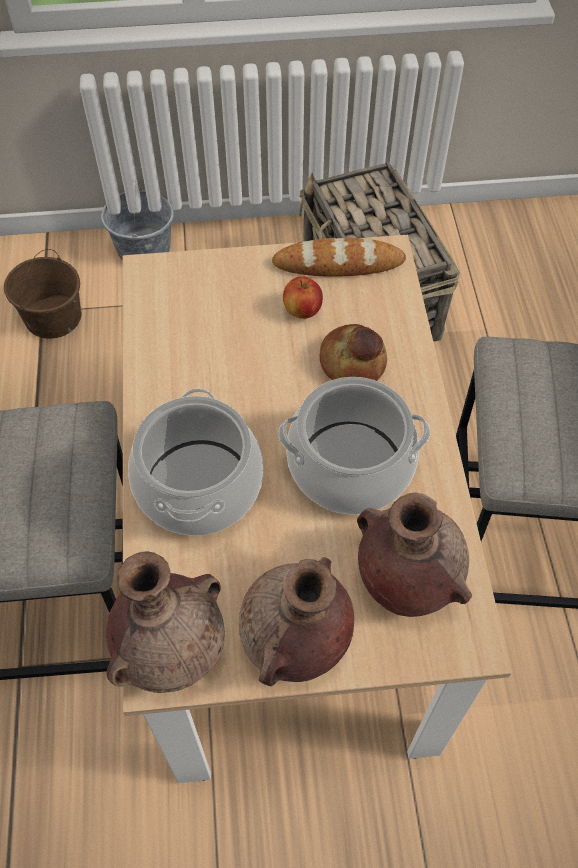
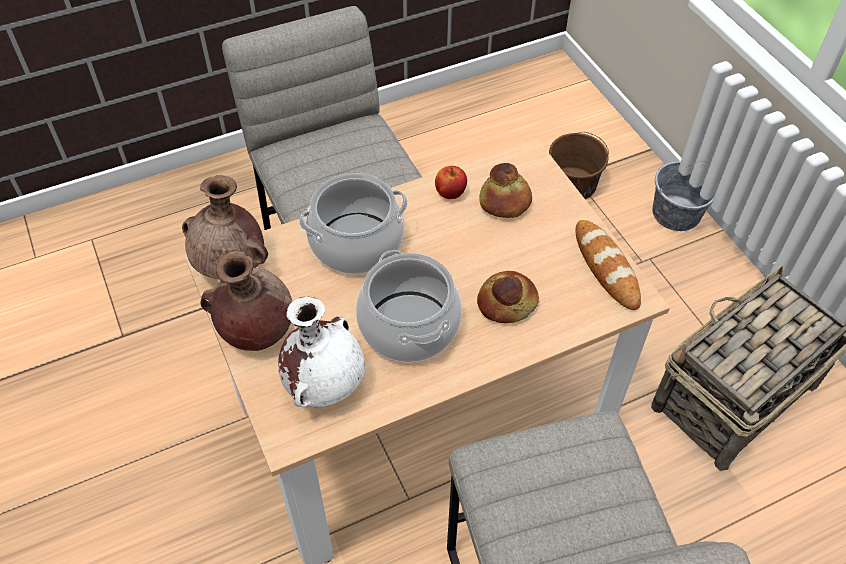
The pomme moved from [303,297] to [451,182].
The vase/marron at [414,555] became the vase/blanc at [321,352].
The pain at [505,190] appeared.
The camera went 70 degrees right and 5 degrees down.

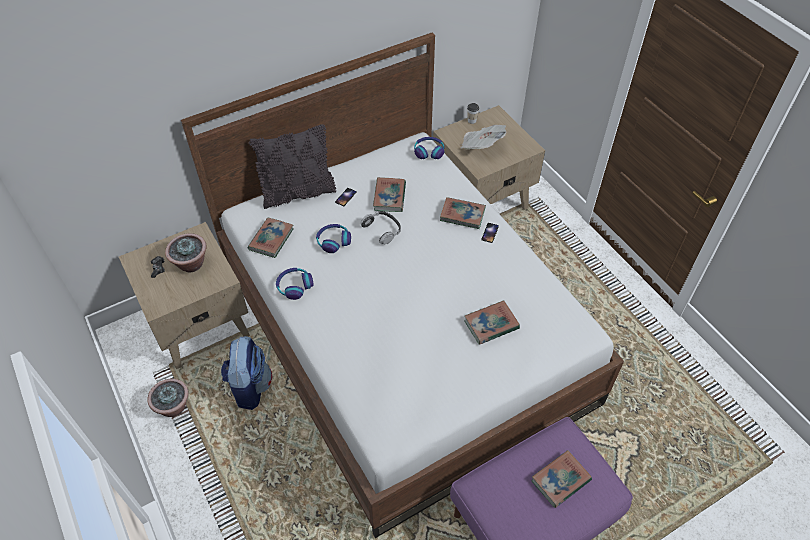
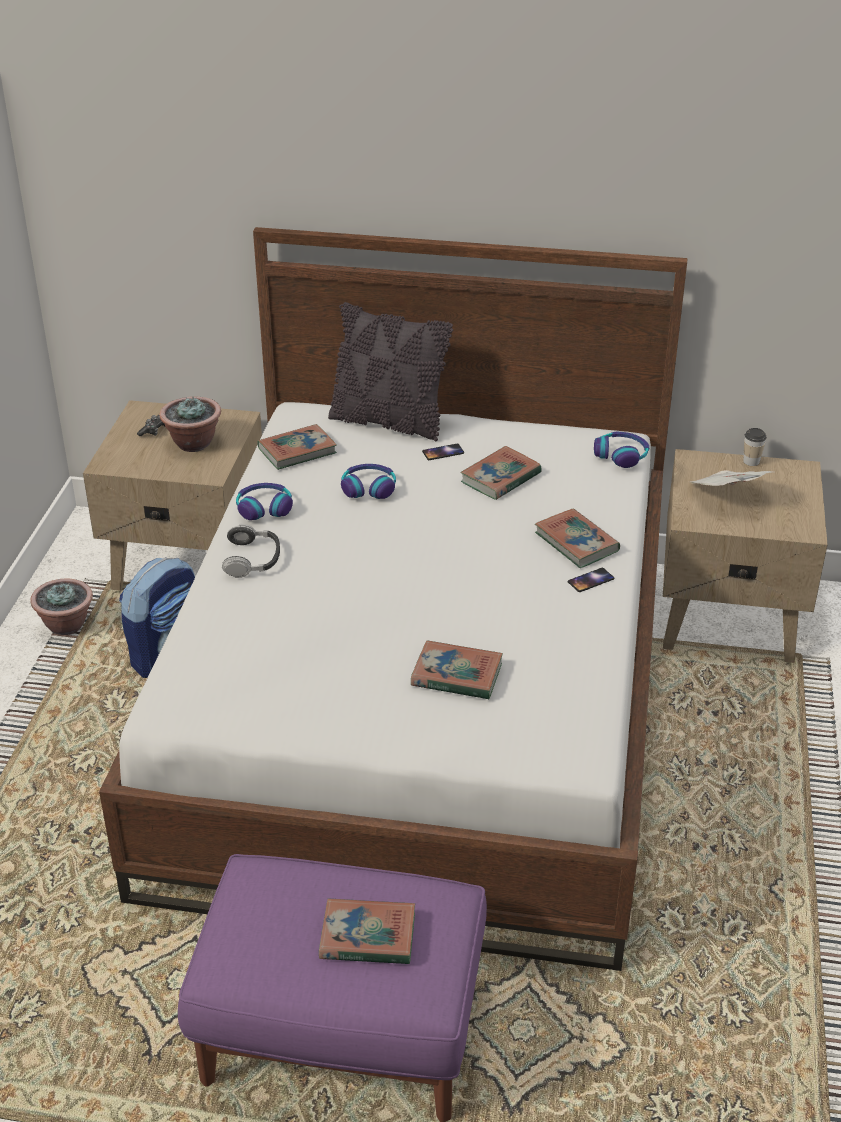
The casque audio moved from [381,227] to [251,551].
The camera went 40 degrees right and 15 degrees down.

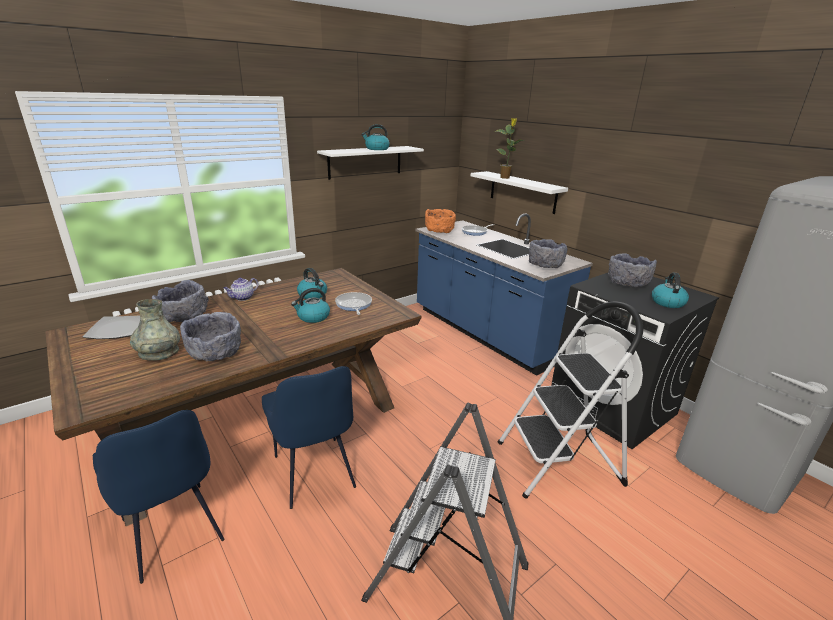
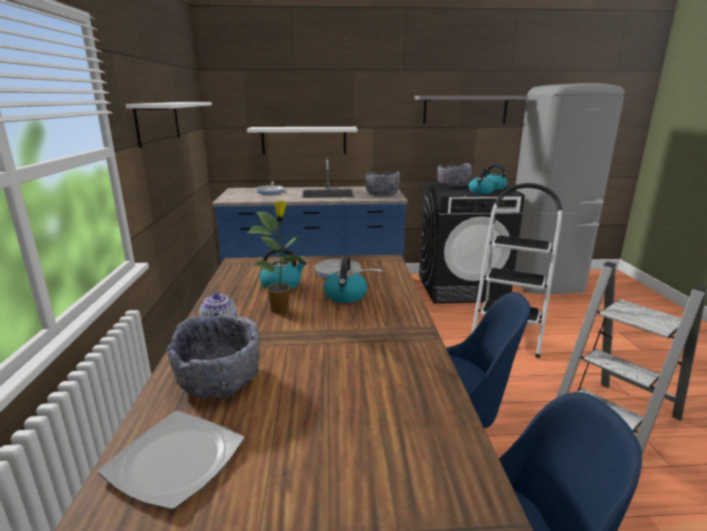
The vase/gris at [155,330] disappeared.
The bol/gris at [210,336] disappeared.
The bouilloire moved from [375,137] to [482,181].
The bol/orange at [440,221] disappeared.
The plante en pot moved from [510,148] to [275,257].
The étagère/gris at [471,110] appeared.
The camera went 55 degrees left and 5 degrees down.

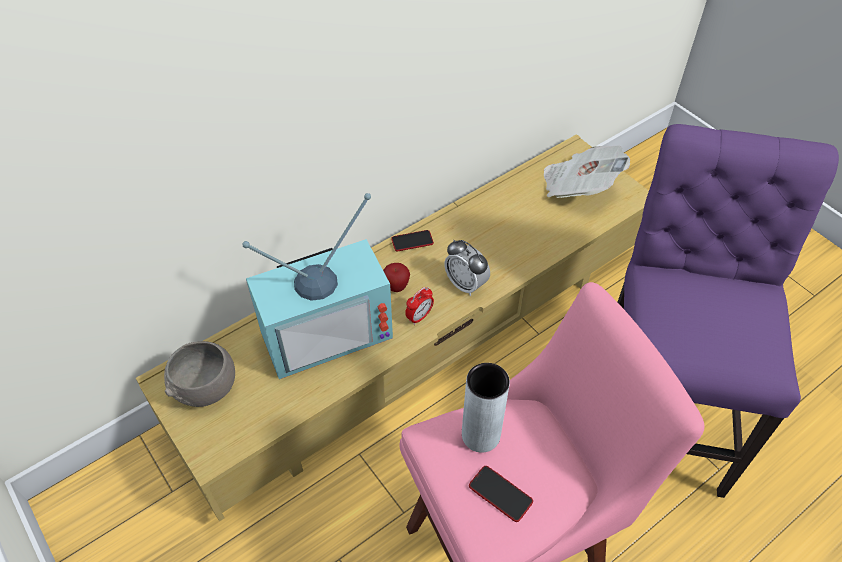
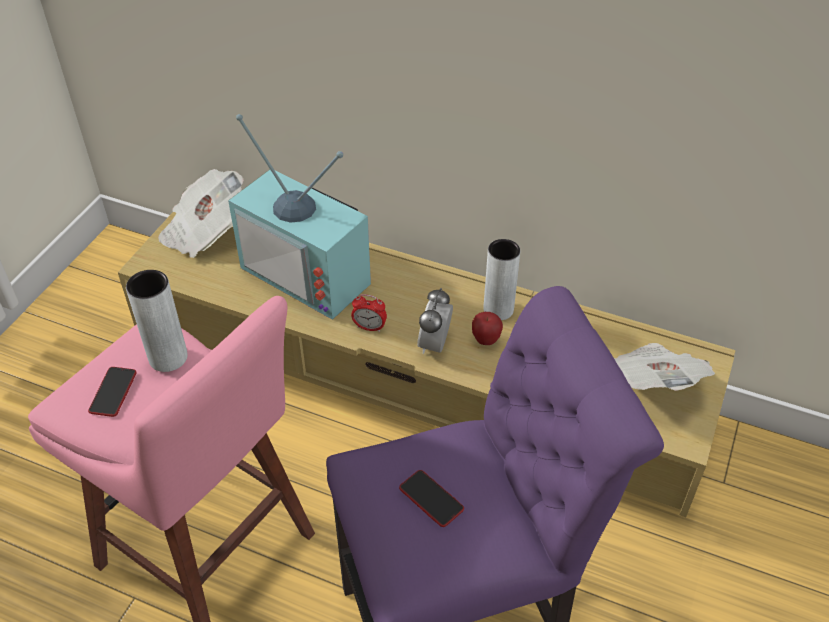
The bol/gris at [199,374] was replaced by the journal at [201,213].
The pomme moved from [396,277] to [487,328].
The téléphone moved from [412,240] to [431,498].
The vase/gris at [502,279] appeared.
The camera went 60 degrees right and 5 degrees down.

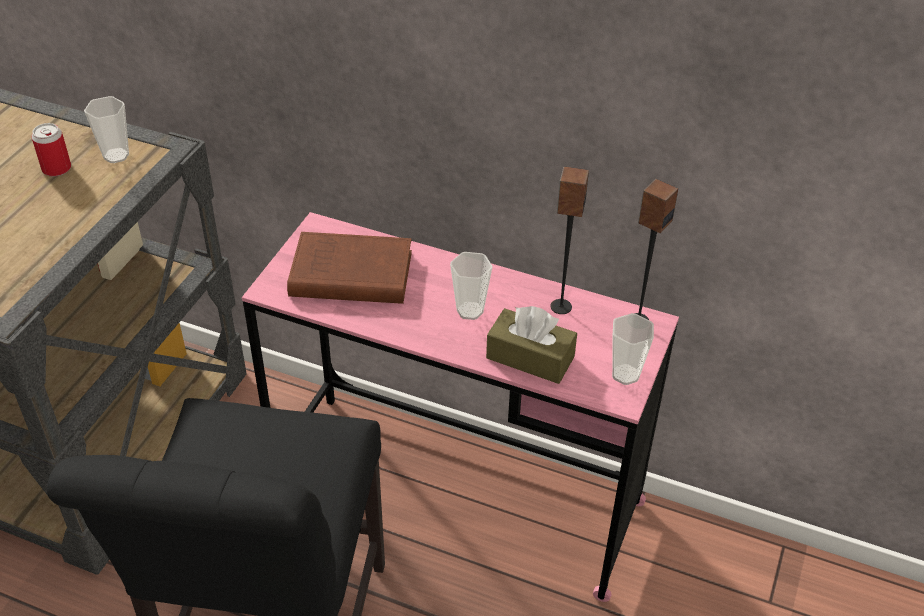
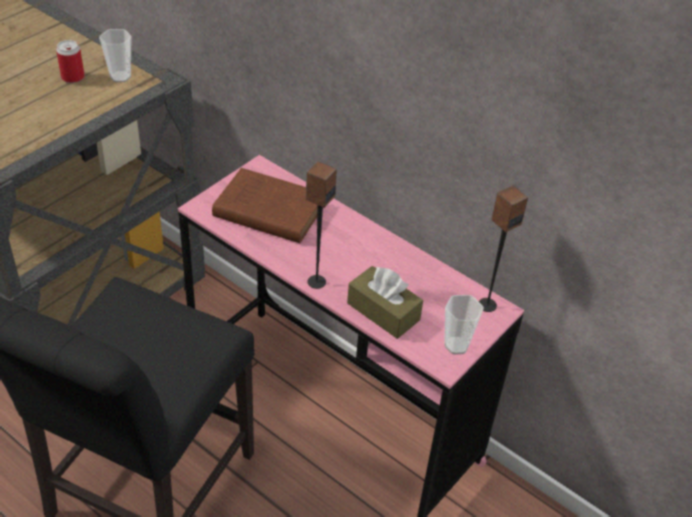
The tasse at [471,286] disappeared.
The enceinte moved from [569,240] to [321,225].
The camera went 15 degrees right and 0 degrees up.

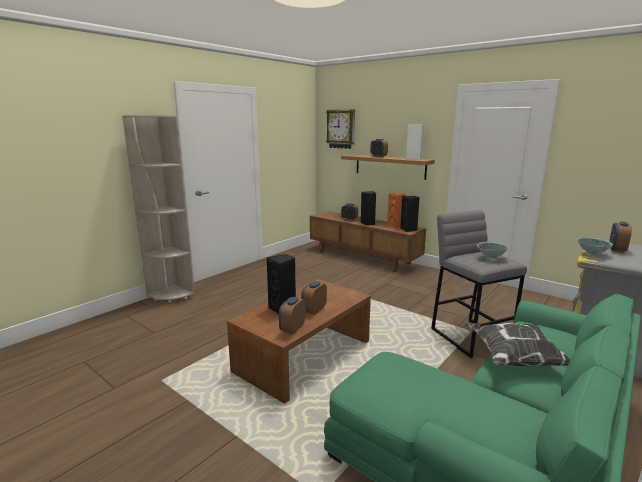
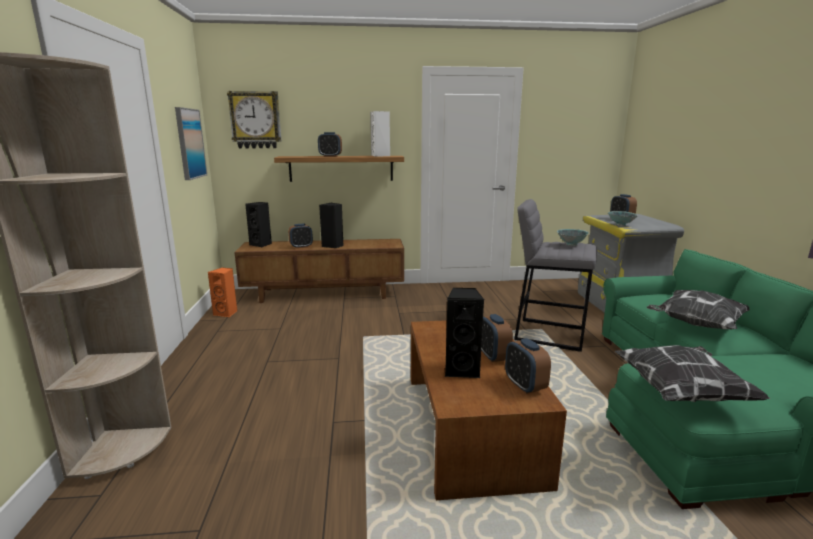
The enceinte/orange moved from [396,210] to [222,292].
The enceinte/noir moved from [410,214] to [258,225].
The tableau at [191,143] appeared.
The coussin at [692,373] appeared.
The camera went 45 degrees left and 0 degrees up.

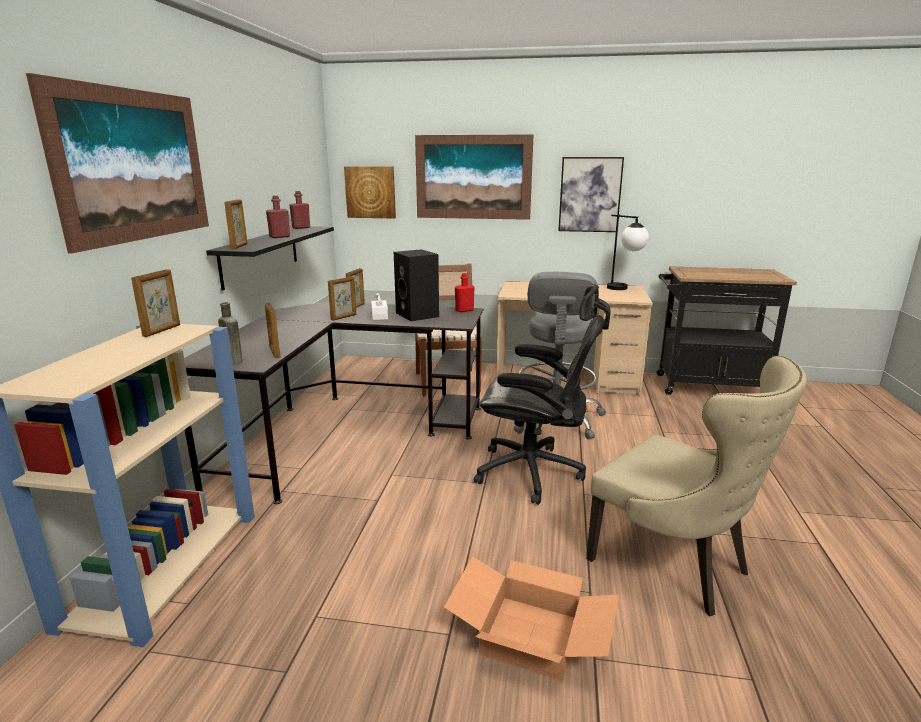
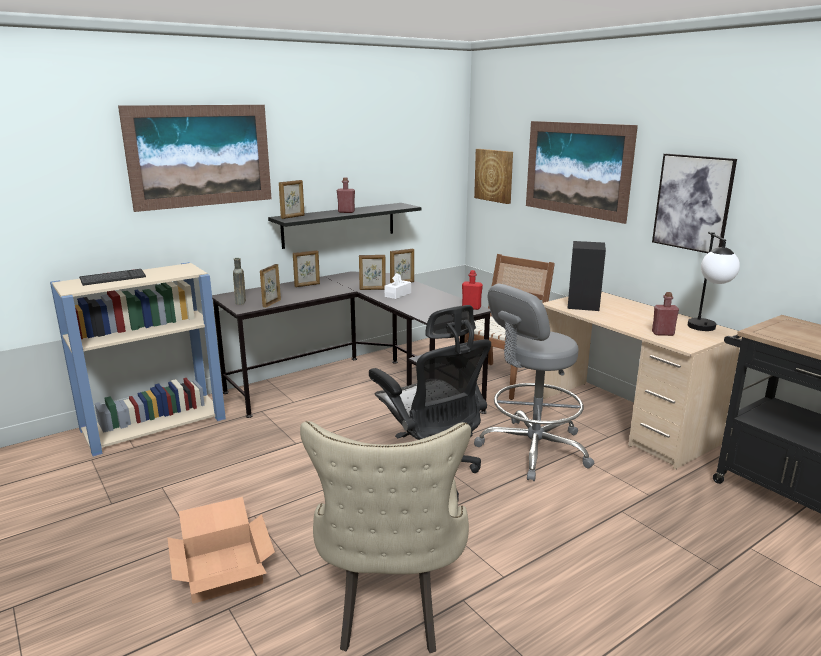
The cadre photo moved from [155,303] to [306,268].
The bouteille/rouge moved from [299,210] to [665,314].
The enceinte/noir moved from [416,285] to [586,276].
The clavier at [112,277] appeared.
The camera went 45 degrees right and 0 degrees up.

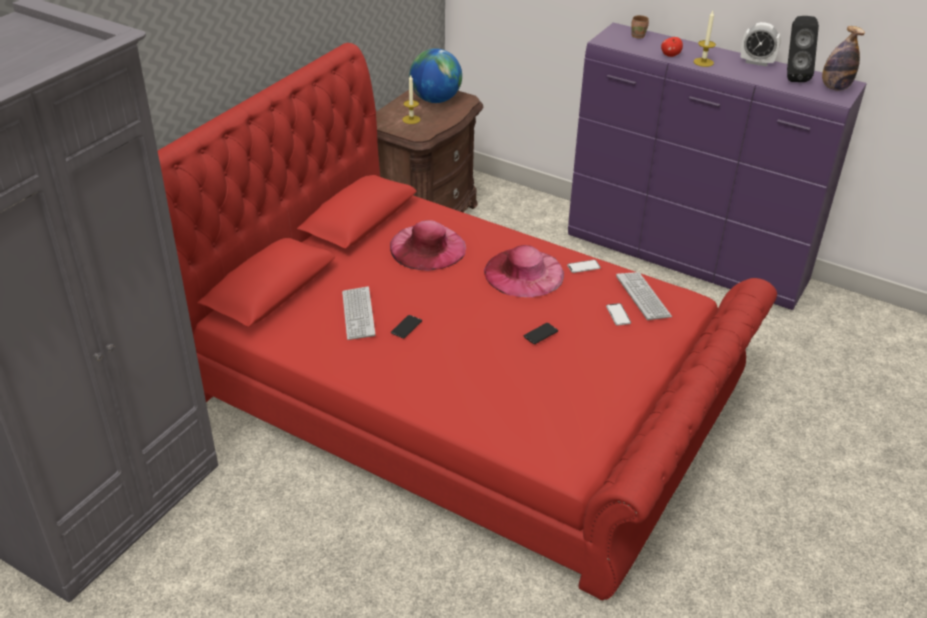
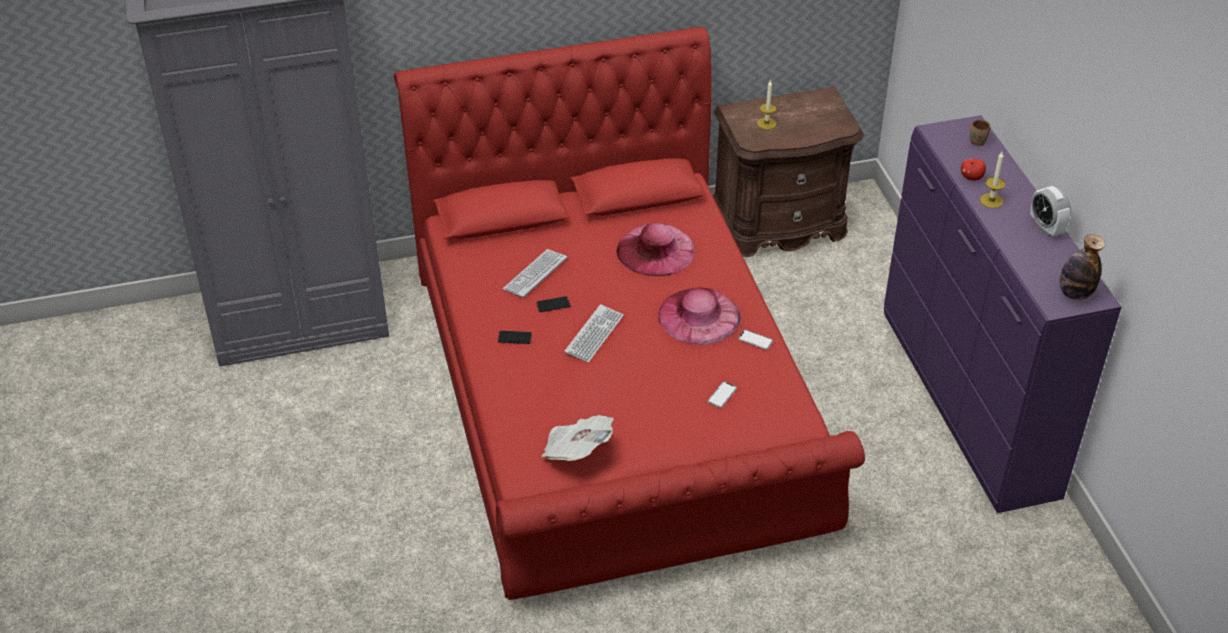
The globe at [435,75] disappeared.
The téléphone moved from [540,333] to [515,337].
The clavier moved from [644,296] to [594,333].
The enceinte/noir at [803,49] disappeared.
The journal at [577,438] appeared.
The camera went 45 degrees right and 5 degrees up.

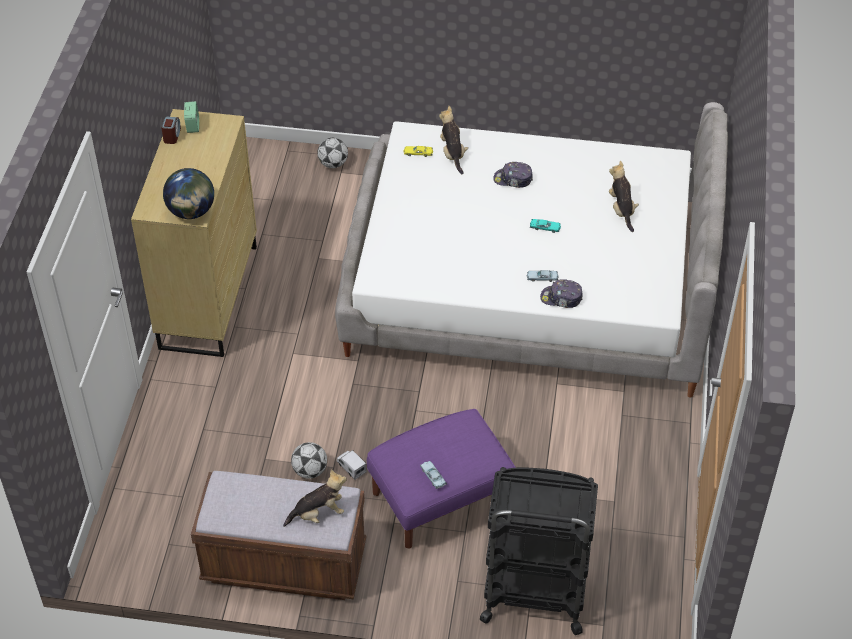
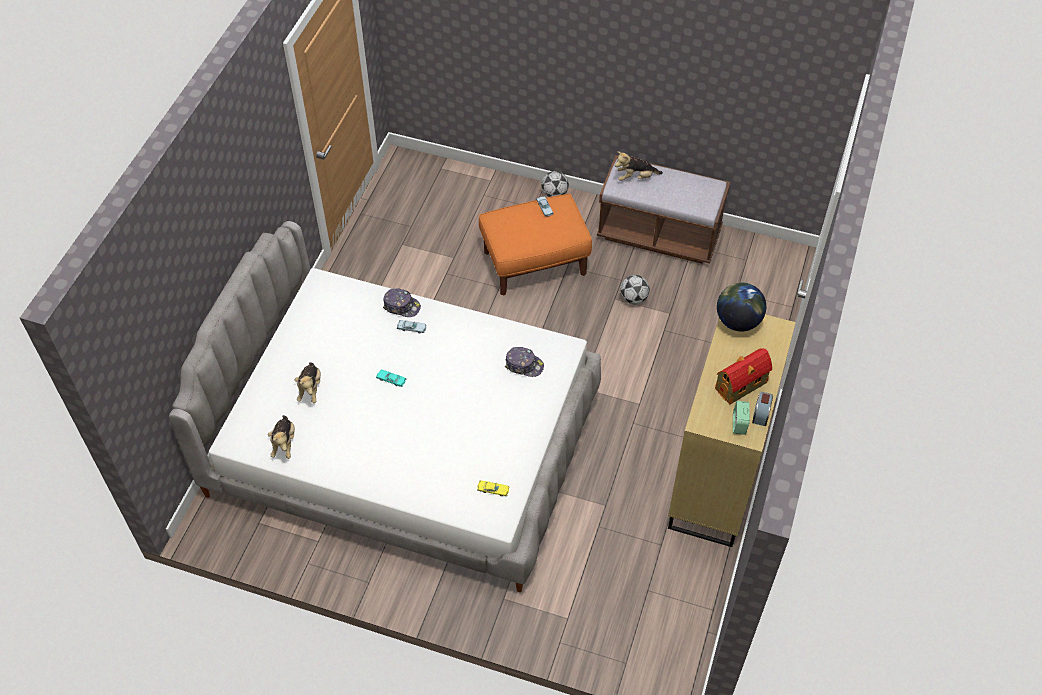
The ballon de foot moved from [332,153] to [555,184].
The camion jouet at [352,465] disappeared.
The pouf/violet at [441,479] became the pouf/orange at [535,244].
The peluche moved from [453,140] to [281,437].
The chariot/noir at [539,551] disappeared.
The casquette moved from [513,175] to [524,362].
The maison miniature at [743,376] appeared.
The camera went 170 degrees left and 5 degrees up.

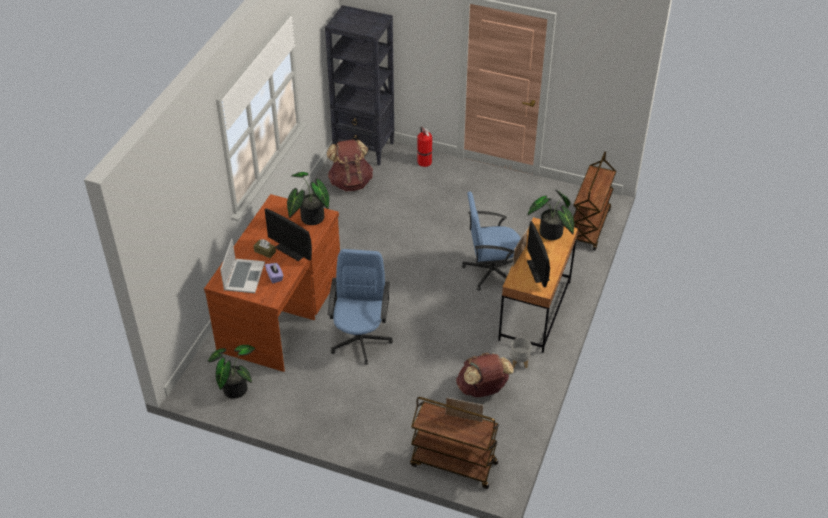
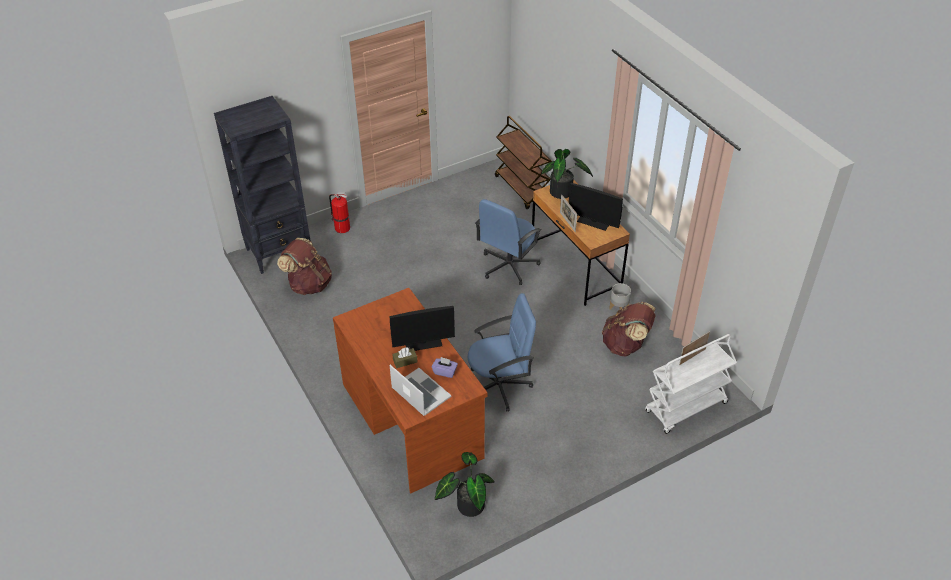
The plante en pot at [308,198] disappeared.
The chaise de bureau/bleu at [360,307] turned 120 degrees clockwise.
The chariot/marron at [454,443] became the chariot/blanc at [691,384].
The camera went 50 degrees left and 0 degrees up.

